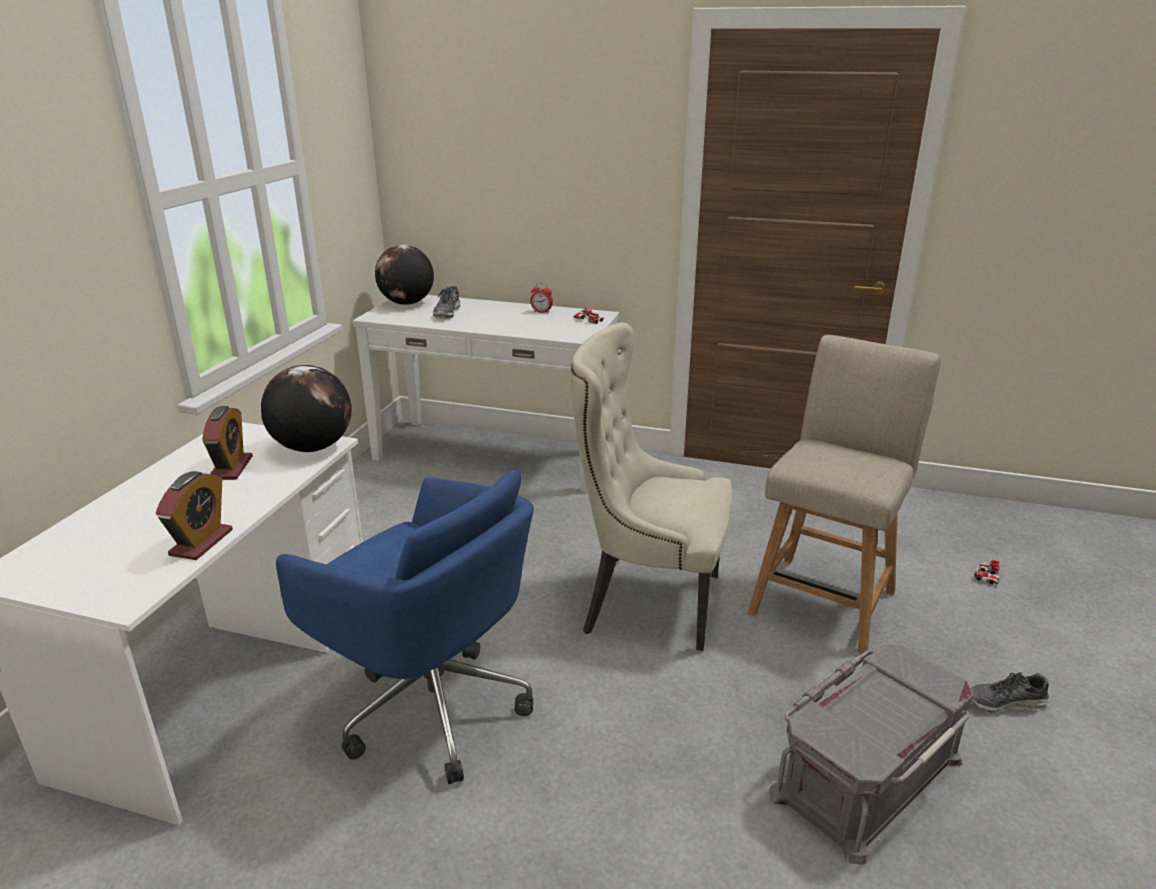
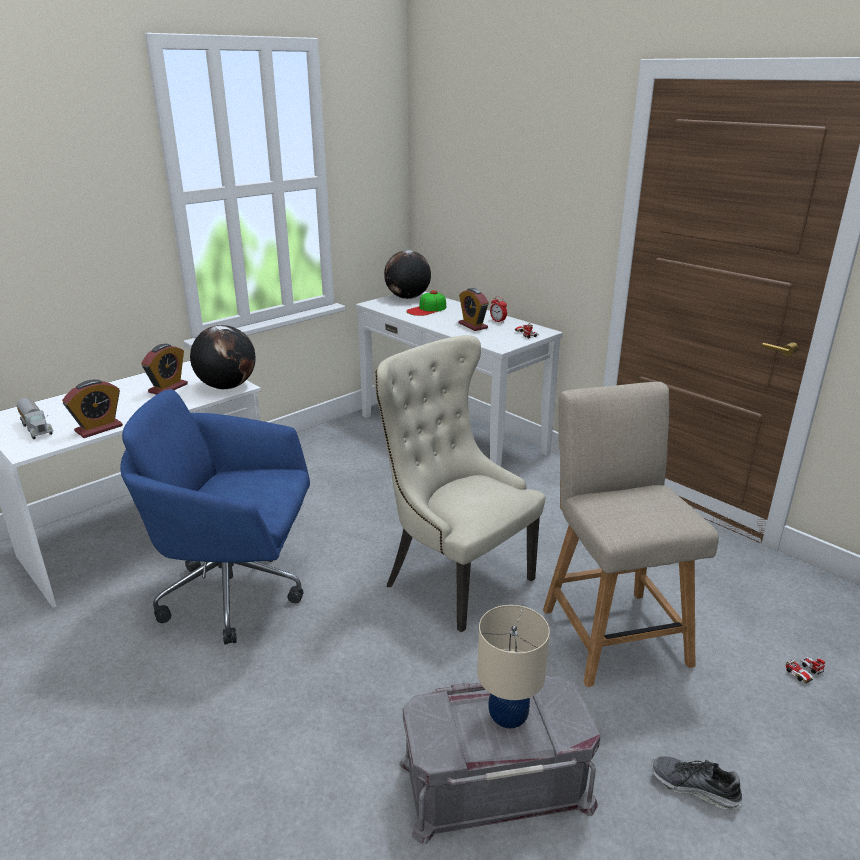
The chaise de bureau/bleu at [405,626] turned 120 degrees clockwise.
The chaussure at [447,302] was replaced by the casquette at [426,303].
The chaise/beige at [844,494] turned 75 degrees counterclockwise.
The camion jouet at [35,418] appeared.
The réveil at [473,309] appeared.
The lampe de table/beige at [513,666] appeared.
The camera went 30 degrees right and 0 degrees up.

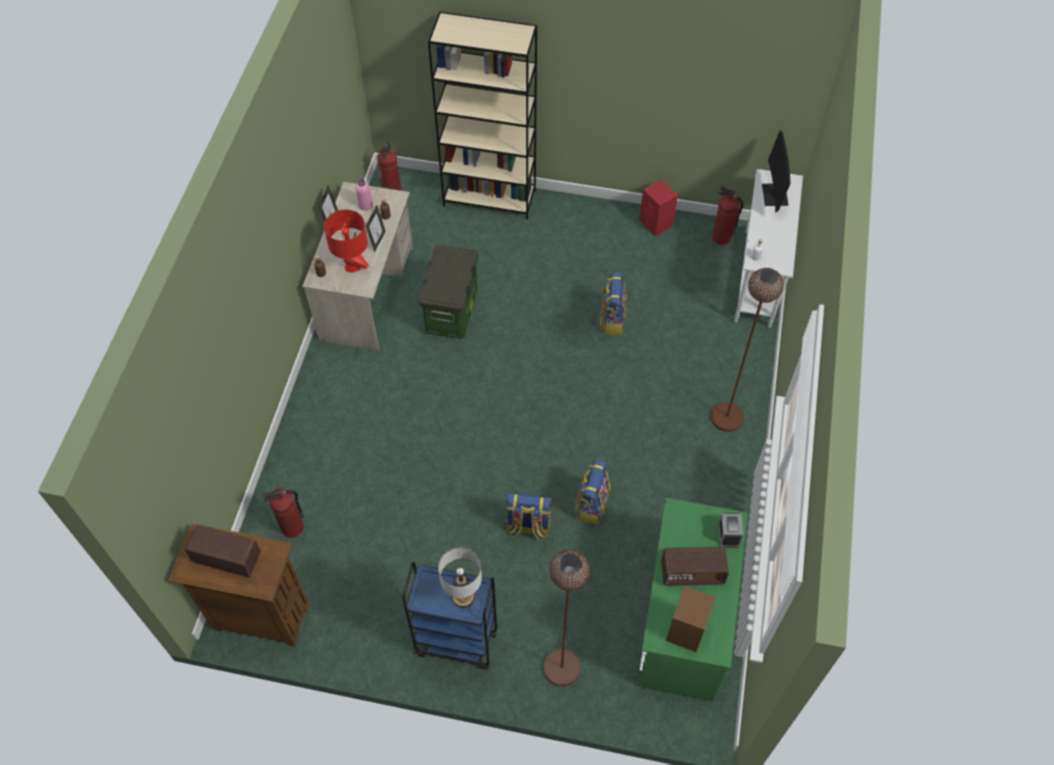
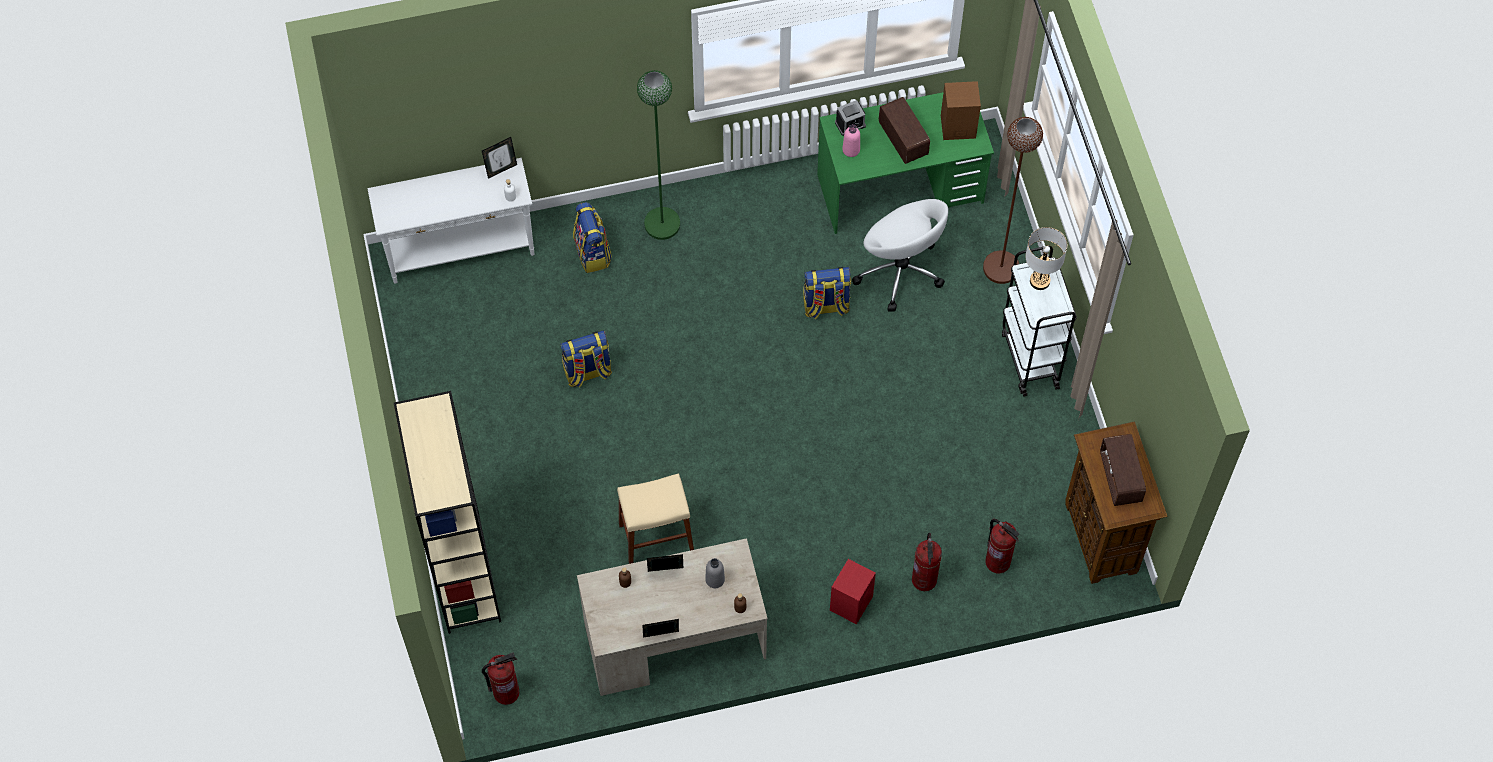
The lampe de table/rouge at [346,241] was replaced by the bouteille/gris at [715,573].
The bouteille/rose moved from [364,194] to [851,140].
The chariot/bleu at [449,616] became the chariot/blanc at [1039,321].
The boîte de rangement at [448,292] was replaced by the tabouret/beige at [655,519].
The sac à dos moved from [528,516] to [592,237].
The enceinte/rouge moved from [658,207] to [853,591].
The lampadaire/marron at [747,350] became the lampadaire/vert at [658,155].
The extincteur moved from [727,215] to [927,562].
The écran d'ordinateur at [776,171] disappeared.
The cadre photo at [499,158] appeared.
The chaise de bureau/blanc at [900,255] appeared.
The camera went 115 degrees left and 5 degrees up.

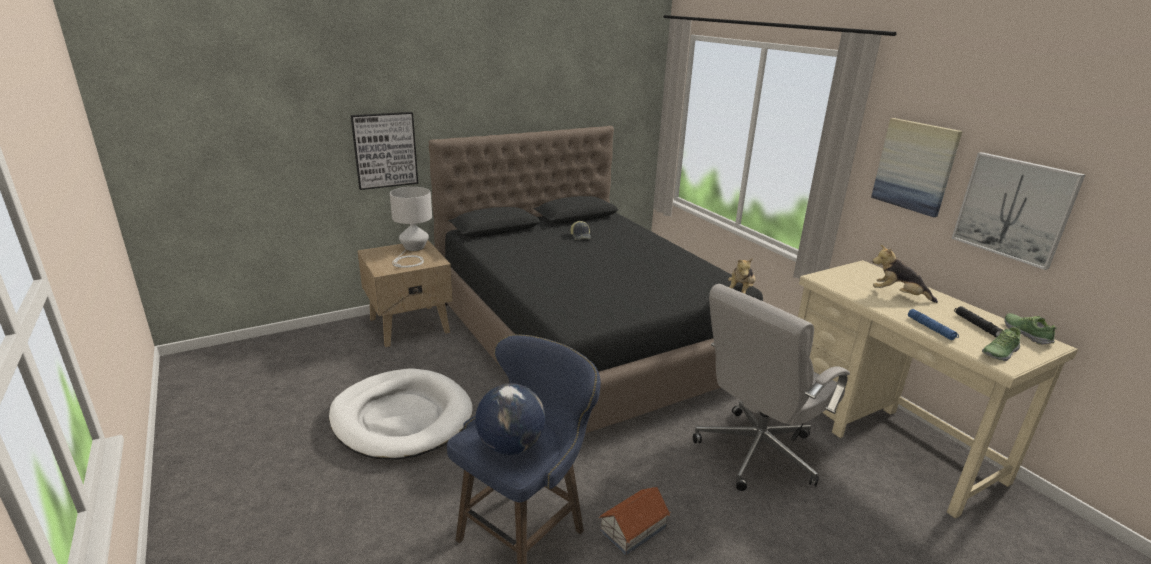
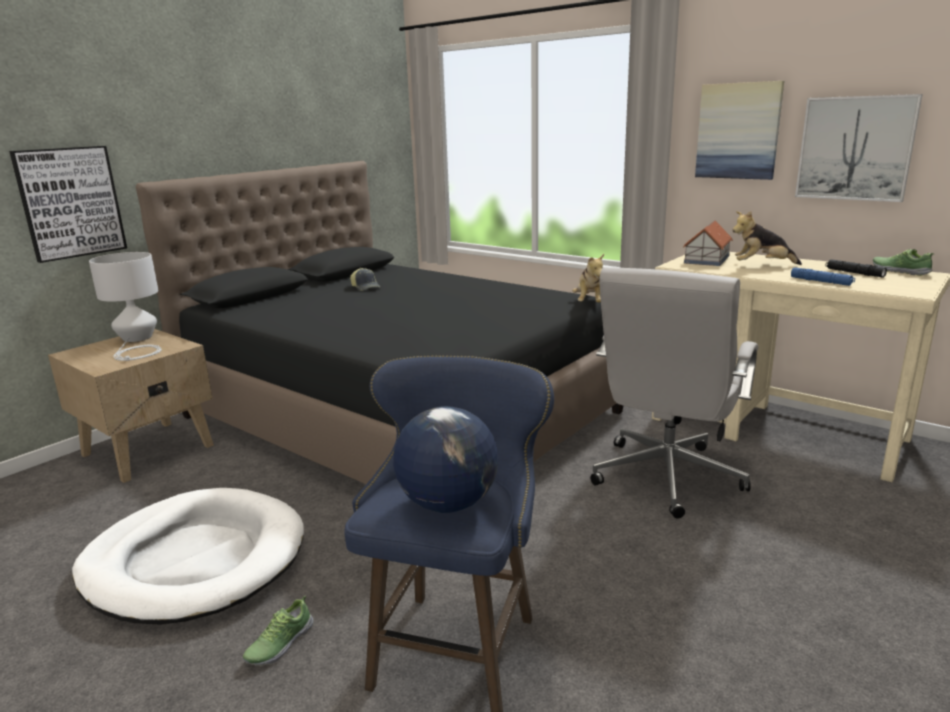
The maison miniature moved from [635,521] to [708,243].
The chaussure moved from [1001,343] to [278,631].
The camera went 20 degrees left and 5 degrees down.

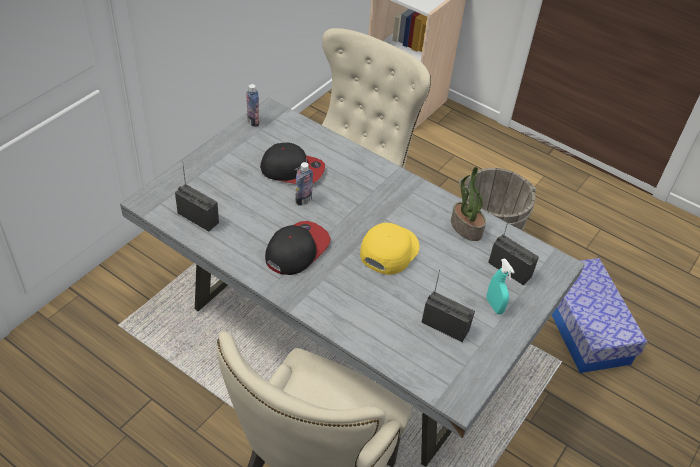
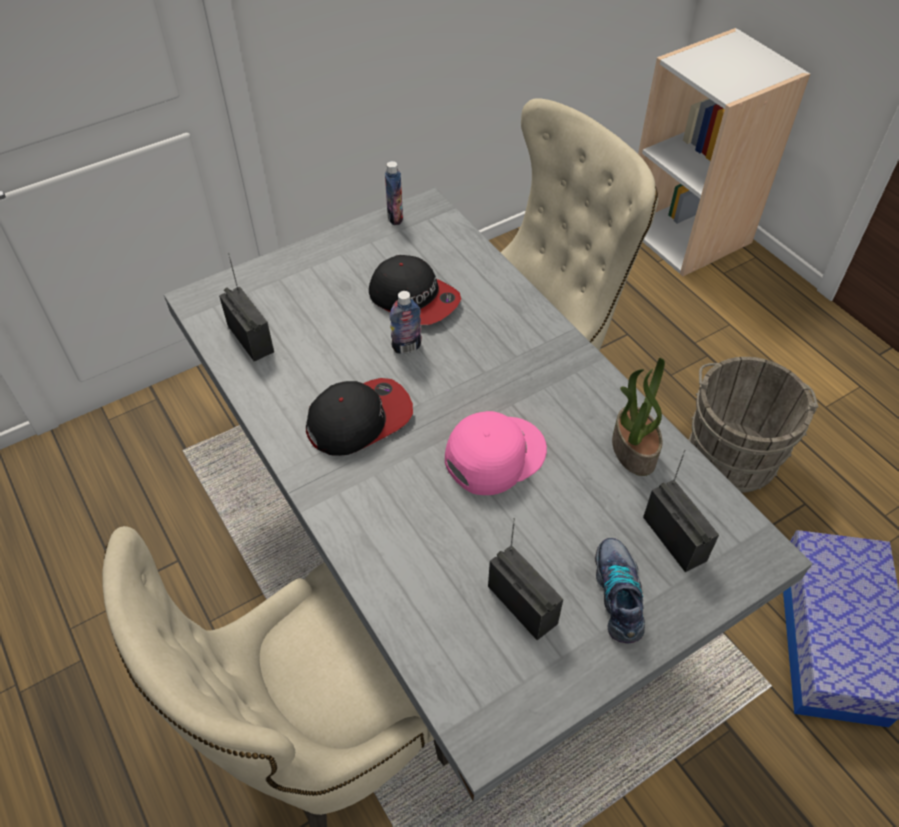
The casquette/jaune at [389,249] became the casquette/rose at [496,453].
The vaporisateur/turquoise at [501,287] was replaced by the chaussure at [620,590].
The camera went 25 degrees right and 5 degrees up.

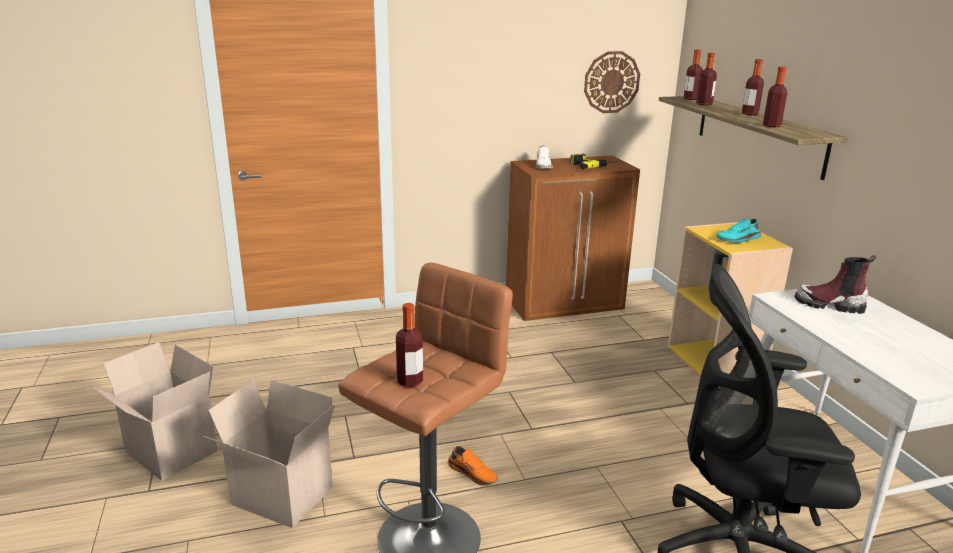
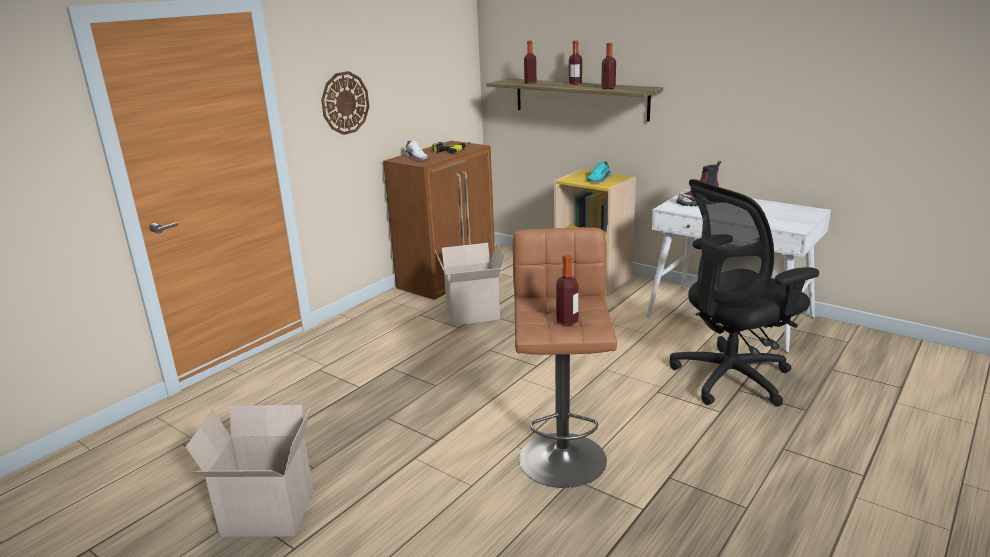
The carton moved from [268,453] to [470,284].
The chaussure/orange at [473,466] disappeared.
The horloge murale moved from [612,82] to [345,103].
The bouteille at [693,74] disappeared.
The camera went 35 degrees left and 0 degrees up.

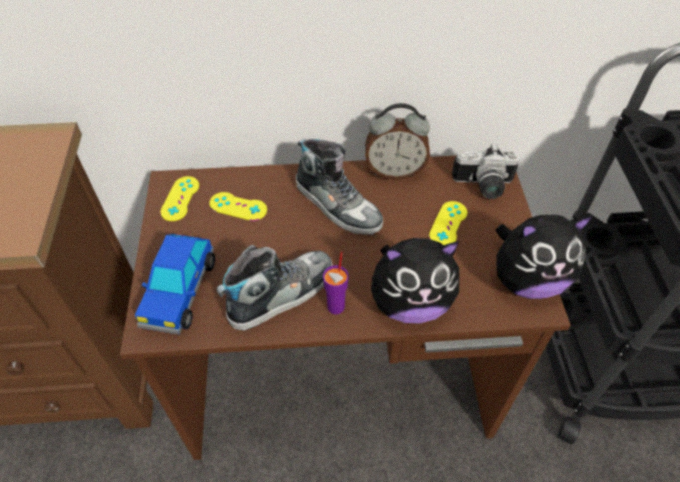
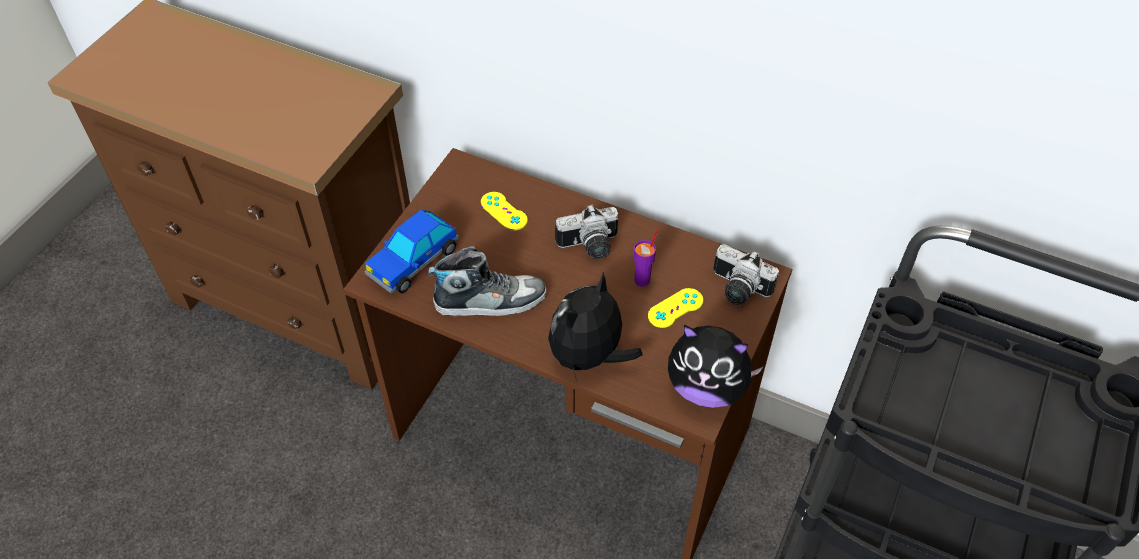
The manette/jaune at [179,198] disappeared.
The chaussure at [339,187] was replaced by the appareil photo at [586,231].
The tasse/violet moved from [335,283] to [645,259].
The réveil at [397,141] disappeared.
The peluche at [415,281] turned 105 degrees clockwise.
The camera went 30 degrees right and 0 degrees up.

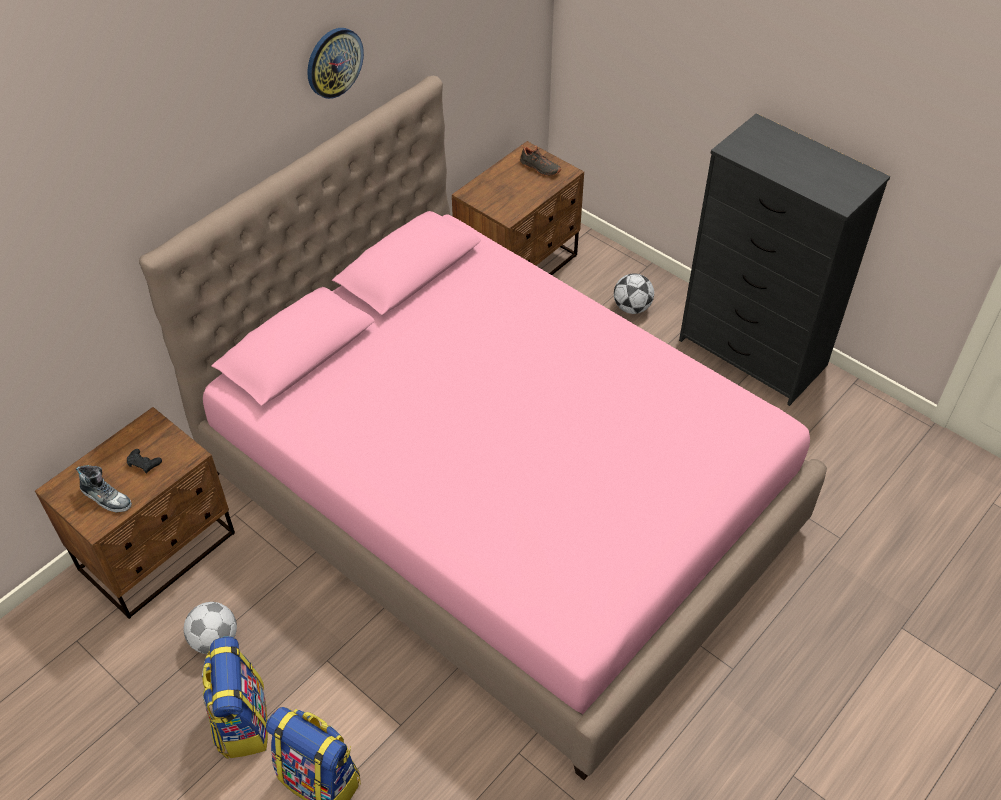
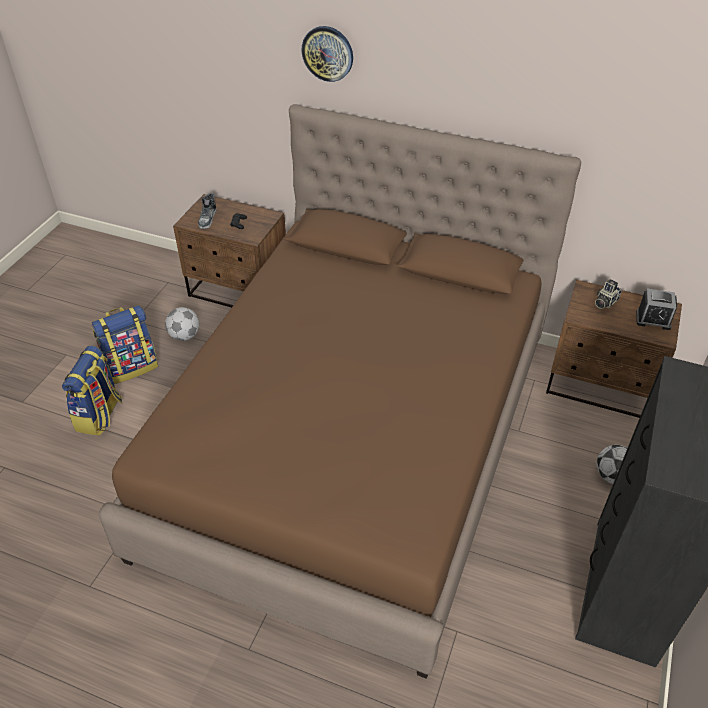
The lit/rose at [483,428] became the lit/marron at [340,391].
The horloge murale moved from [335,63] to [327,54].
The chaussure/noir at [540,160] was replaced by the réveil at [656,309].
The appareil photo at [608,294] appeared.
The camera went 70 degrees right and 5 degrees down.

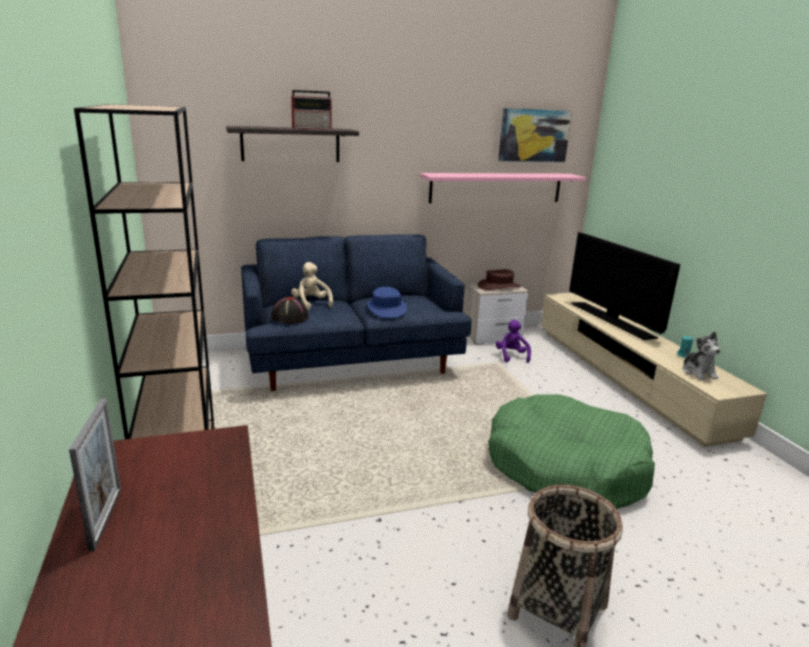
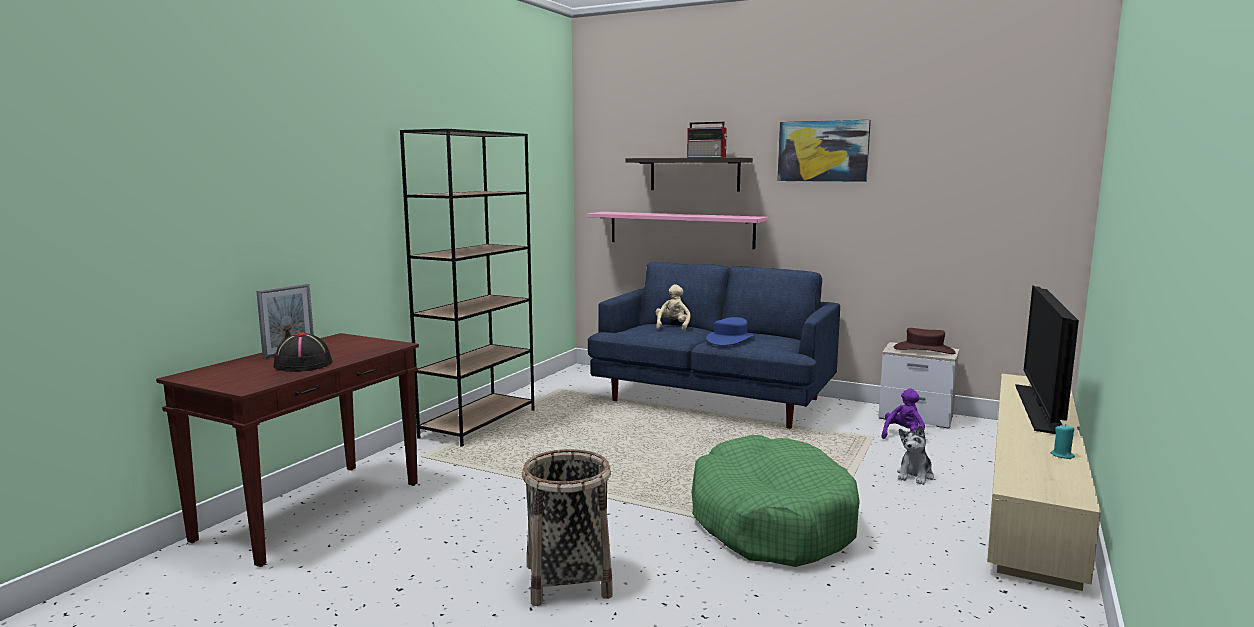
The chapeau/noir moved from [289,310] to [303,352].
The étagère/rose moved from [503,188] to [677,230].
The tableau moved from [535,135] to [824,151].
The peluche moved from [701,355] to [915,455].
The camera went 45 degrees right and 10 degrees down.

